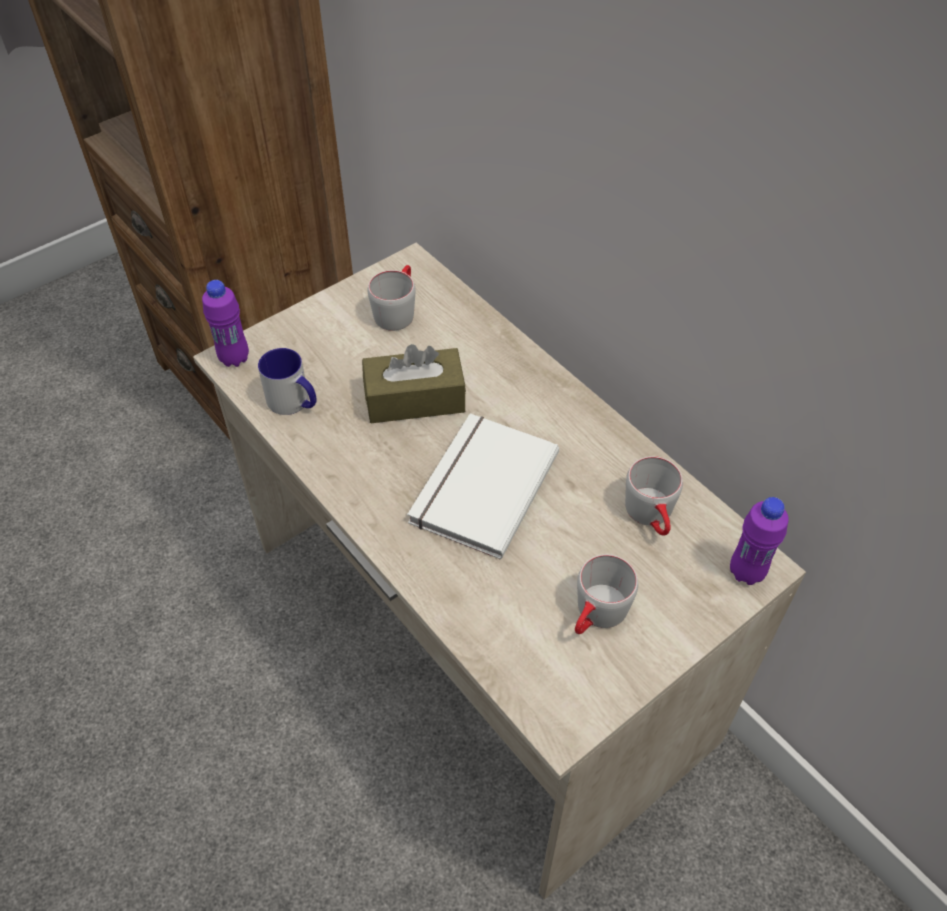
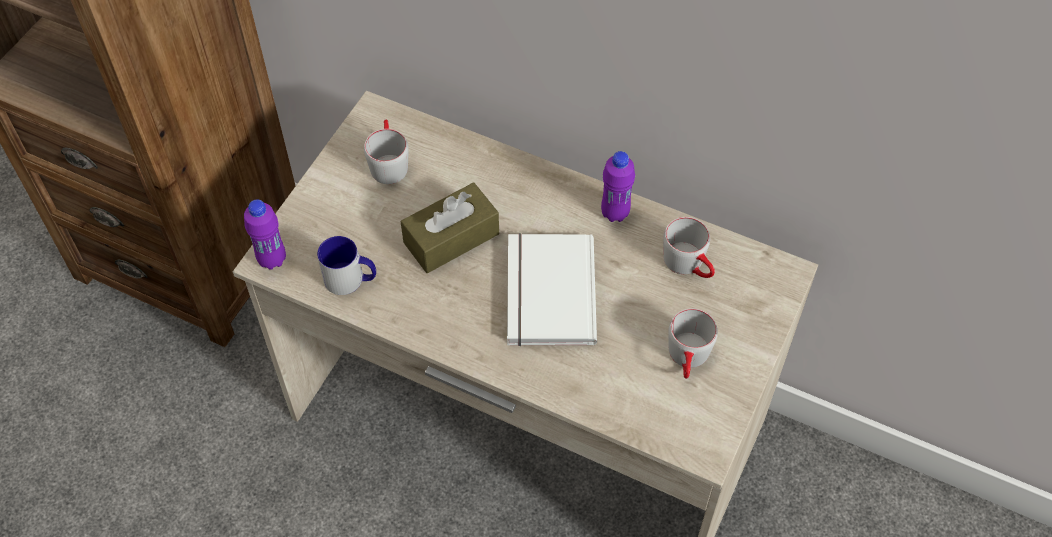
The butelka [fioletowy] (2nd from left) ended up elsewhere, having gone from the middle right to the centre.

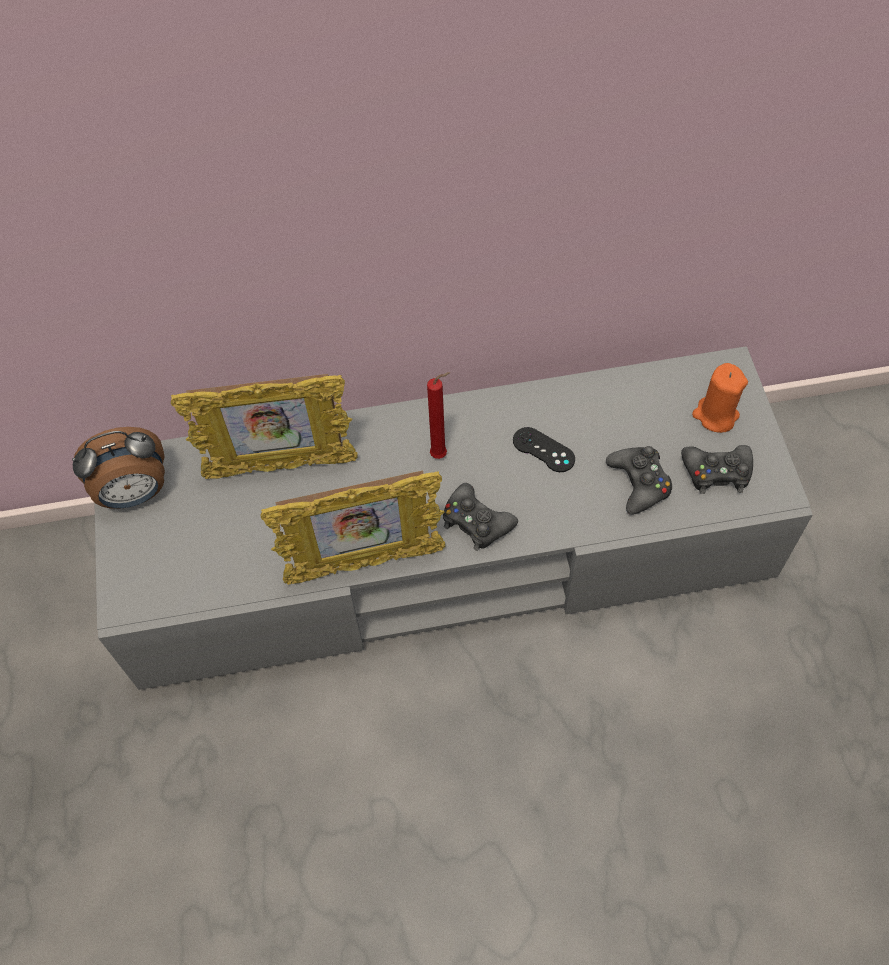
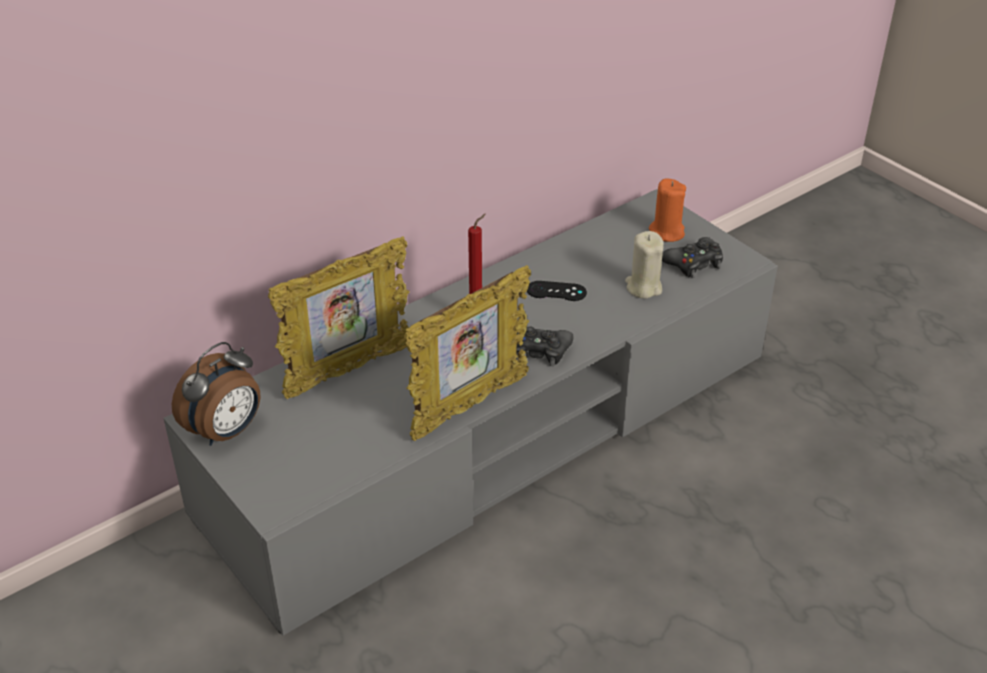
Where the pad do gier [czarny] (3rd from left) stood at the middle right, the świeca [beżowy] came to stand at the centre.

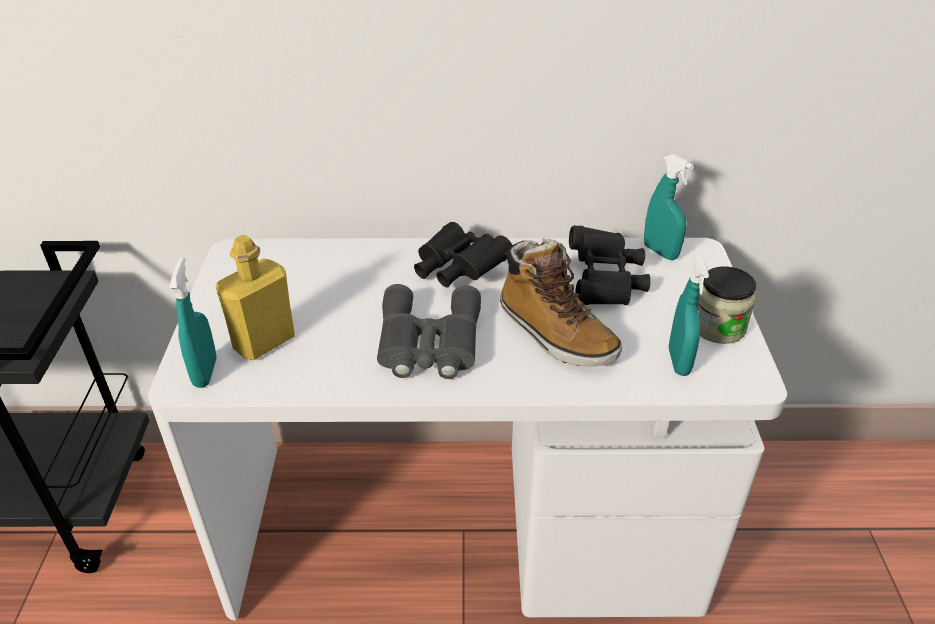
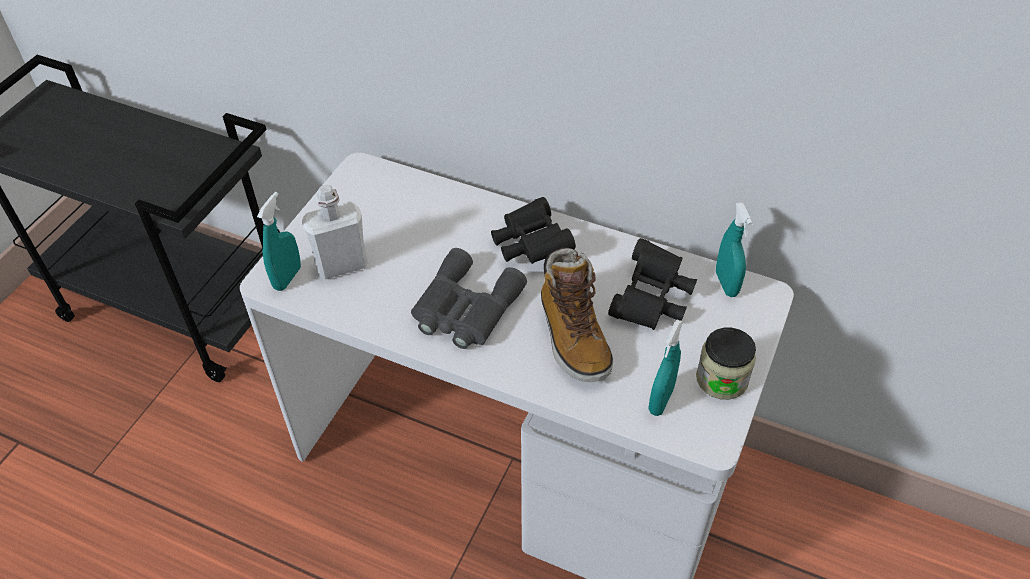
What was the butelka [żółty] at the middle left turned into the butelka [biały] at the middle left.

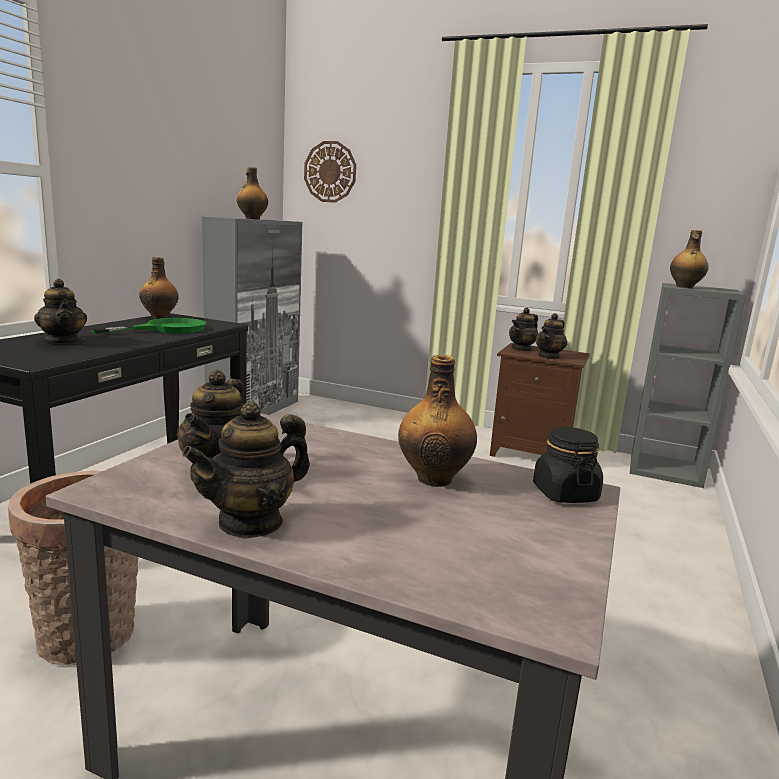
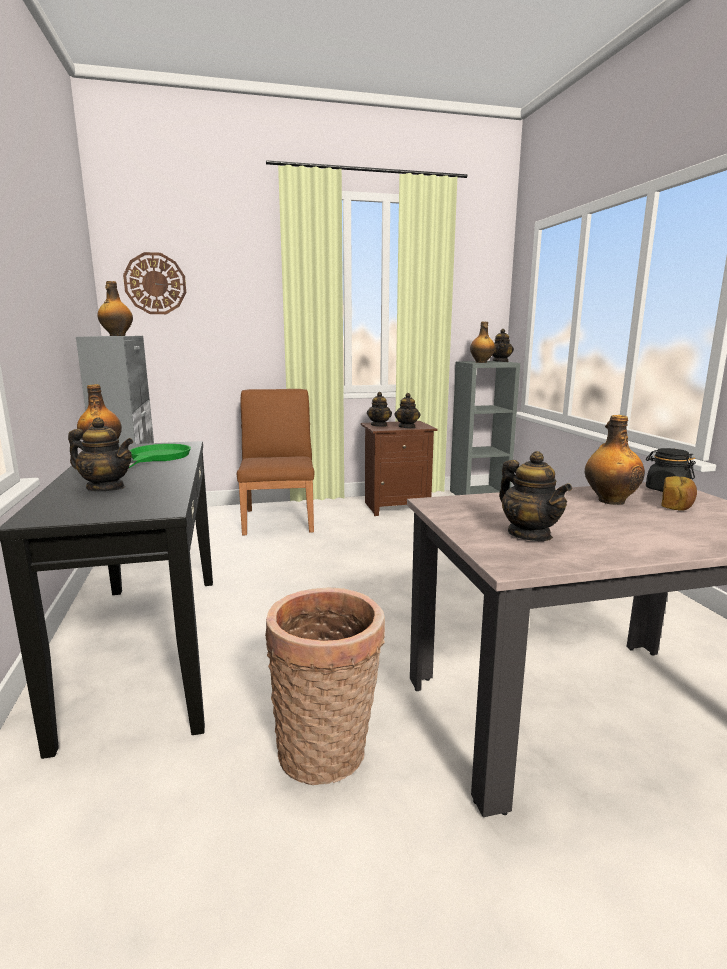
The second view gained the krzesło [brązowy] at the centre.
The second view gained the chleb at the middle right.
The imbryk (3rd from left in the first image) ended up elsewhere, having gone from the middle left to the middle right.

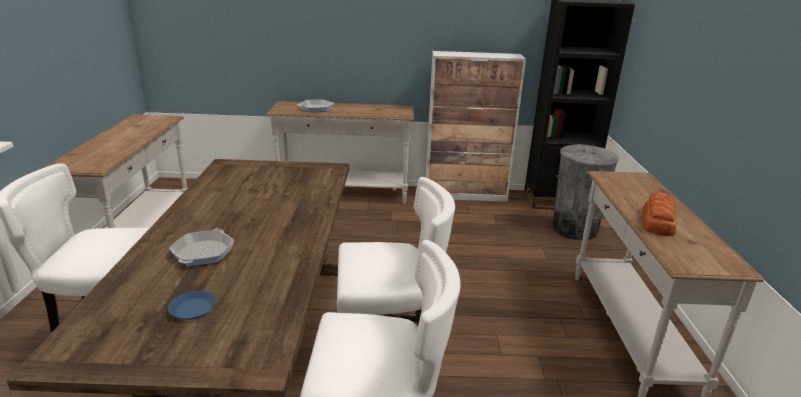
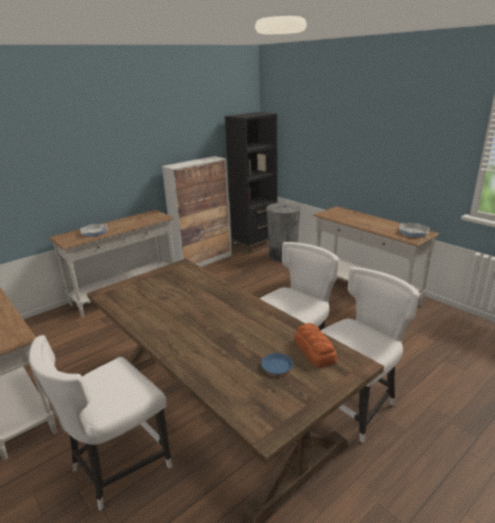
The patelnia (1st from left in the first image) ended up elsewhere, having gone from the middle left to the middle right.
The chleb ended up elsewhere, having gone from the middle right to the centre.

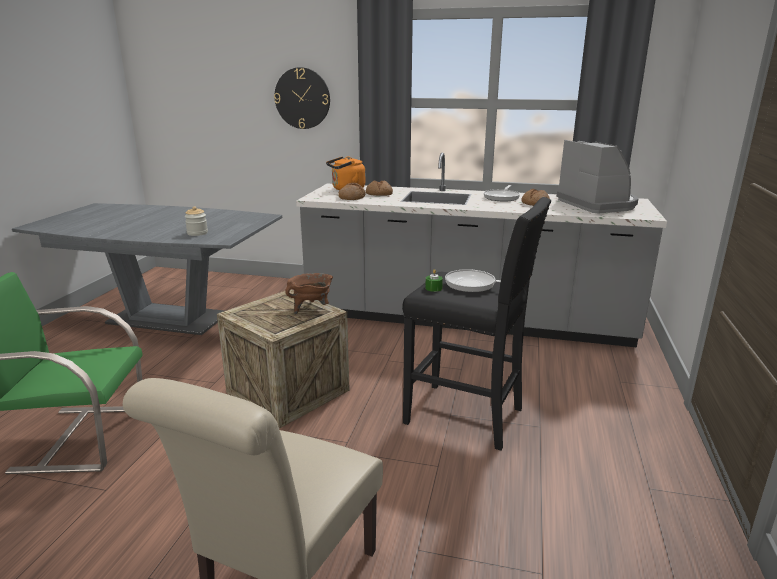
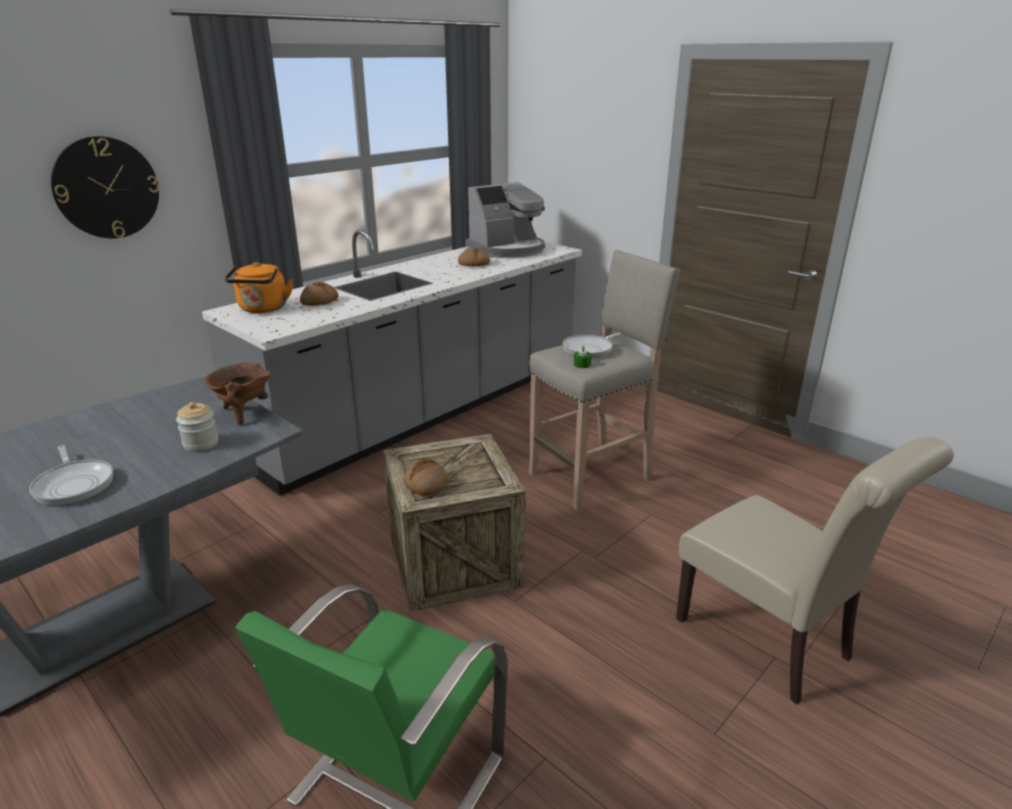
The garnek [brązowy] ended up elsewhere, having gone from the centre to the middle left.
The chleb (1st from left in the first image) ended up elsewhere, having gone from the top centre to the centre.
The patelnia (2nd from left in the first image) ended up elsewhere, having gone from the centre to the middle left.
What was the stołek [czarny] at the centre turned into the stołek [beżowy] at the centre.
The ekspres do kawy at the top right ended up facing another way, 135 degrees clockwise from before.

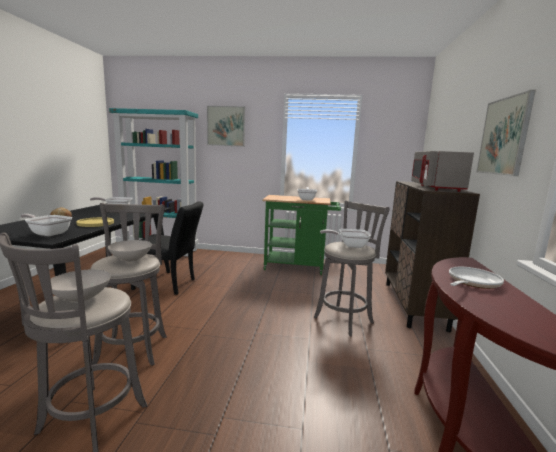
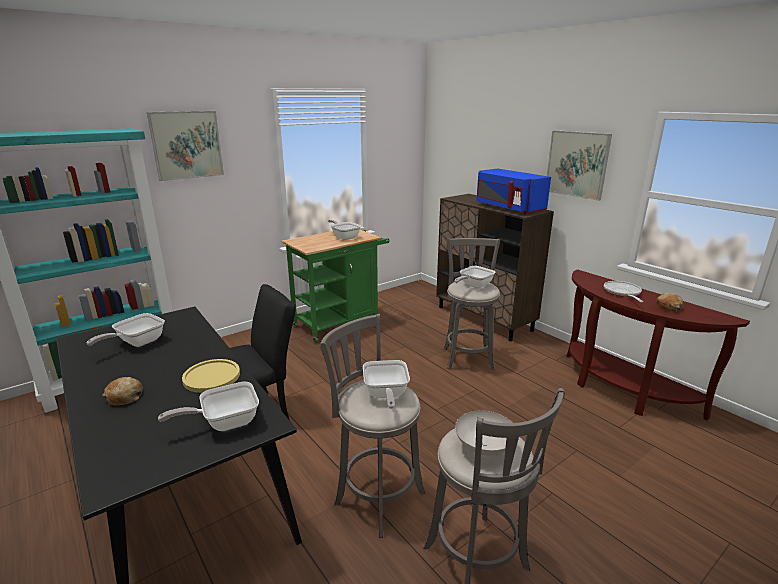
The second view gained the chleb (2nd from left) at the middle right.
Where the miska [biały] (2nd from left) stood at the middle left, the patelnia (4th from left) came to stand at the centre.
What was the mikrofalówka [szary] at the middle right turned into the mikrofalówka [niebieski] at the top centre.

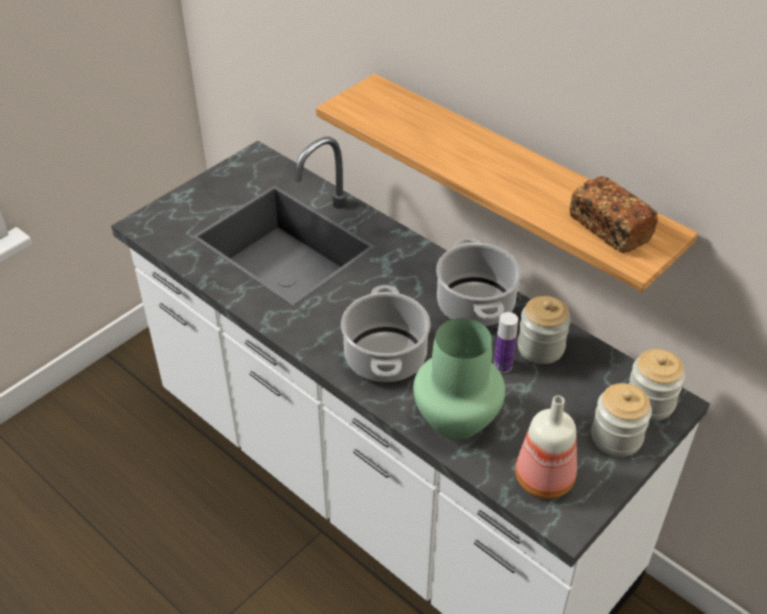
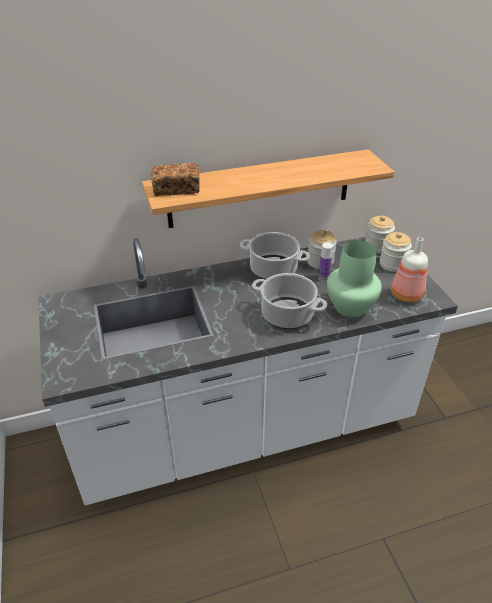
The chleb ended up elsewhere, having gone from the middle right to the top centre.

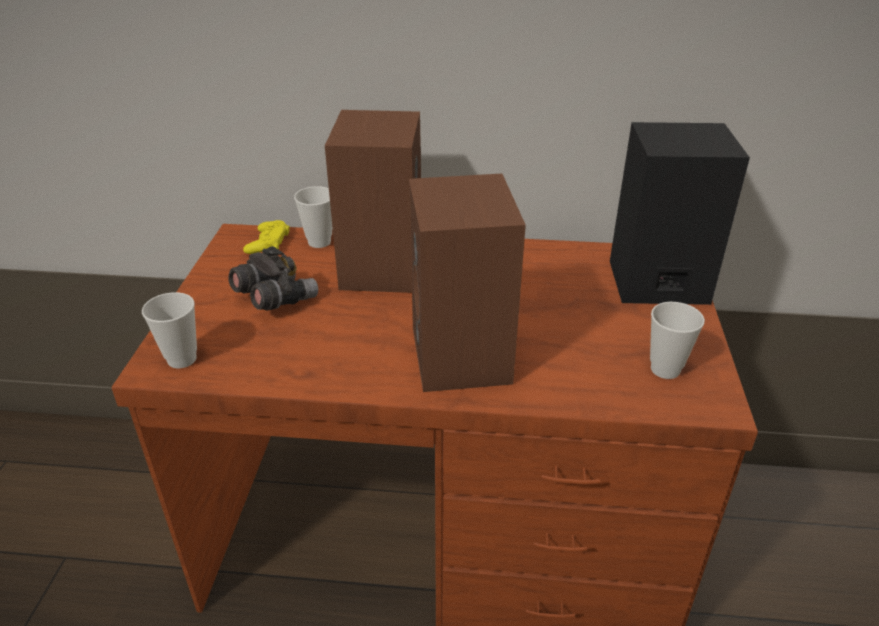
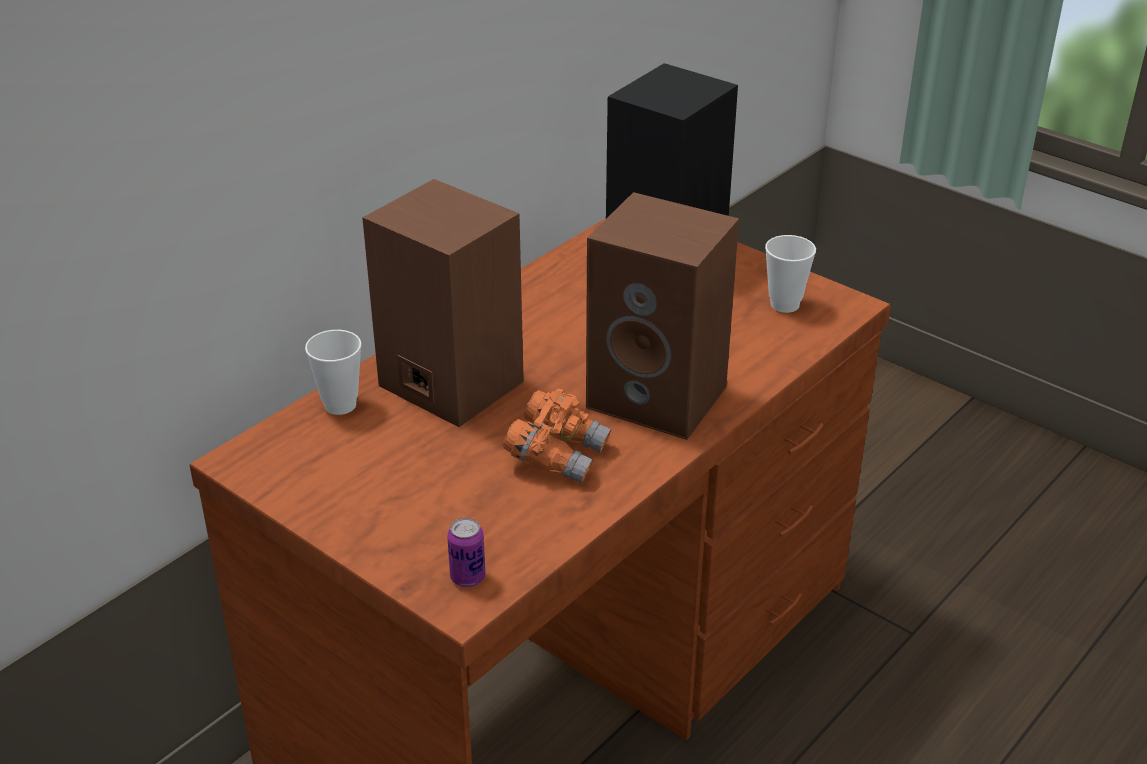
The second view lost the lornetka [szary] at the middle left.
The second view lost the pad do gier [żółty] at the middle left.
The second view gained the lornetka [pomarańczowy] at the centre.
Where the filiżanka (1st from left) stood at the middle left, the puszka came to stand at the bottom centre.

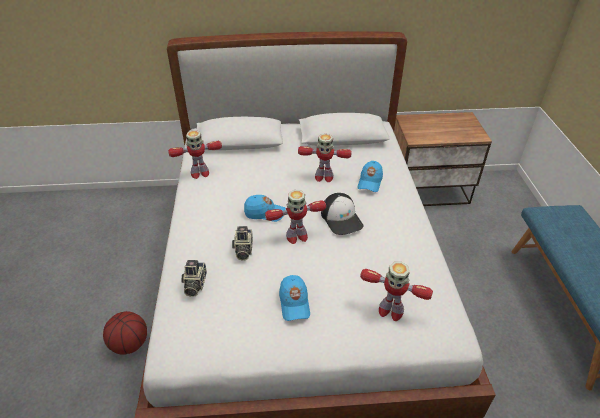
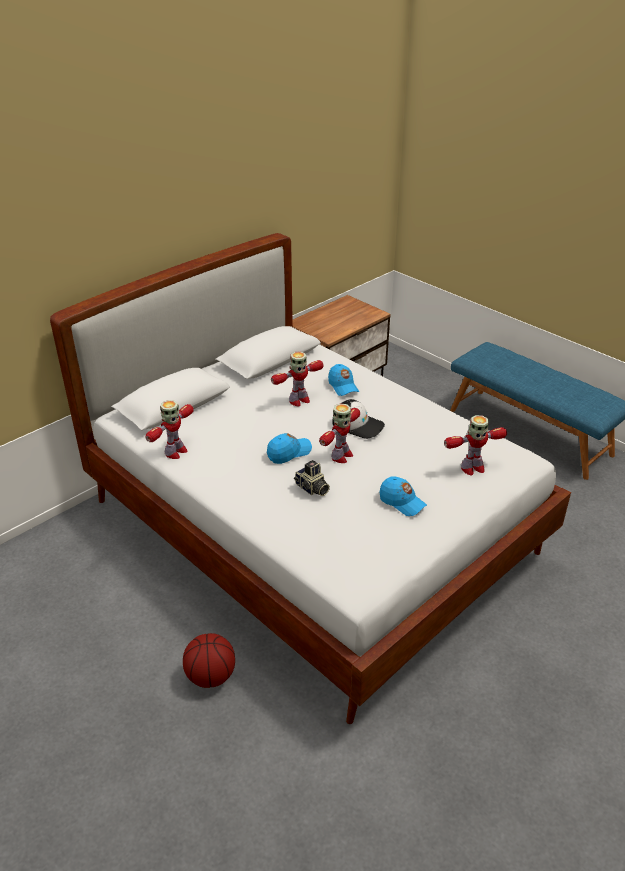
The second view lost the aparat fotograficzny (1st from left) at the middle left.

